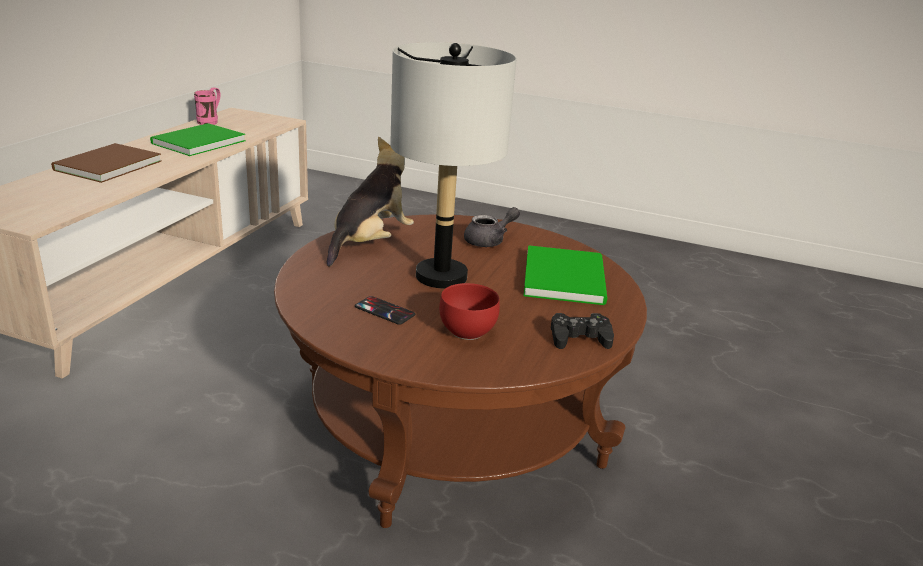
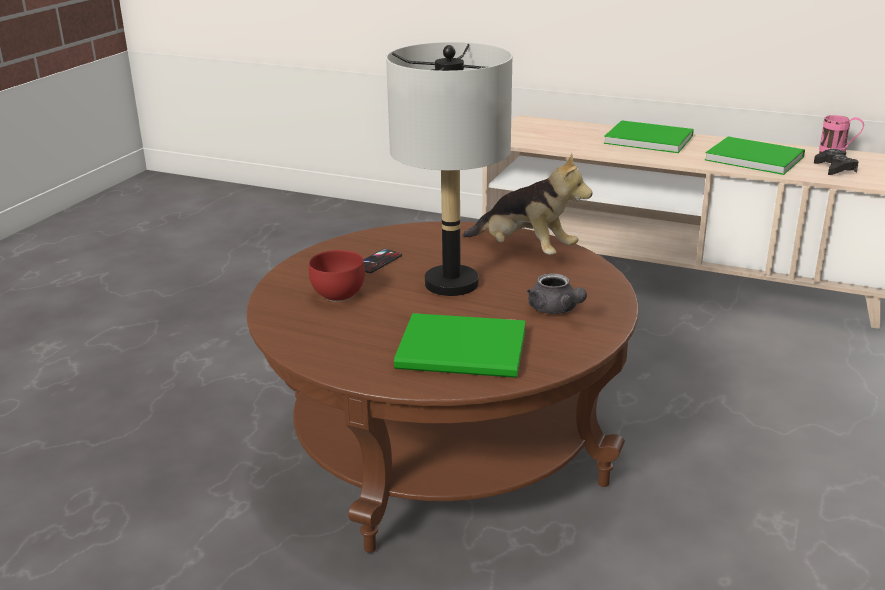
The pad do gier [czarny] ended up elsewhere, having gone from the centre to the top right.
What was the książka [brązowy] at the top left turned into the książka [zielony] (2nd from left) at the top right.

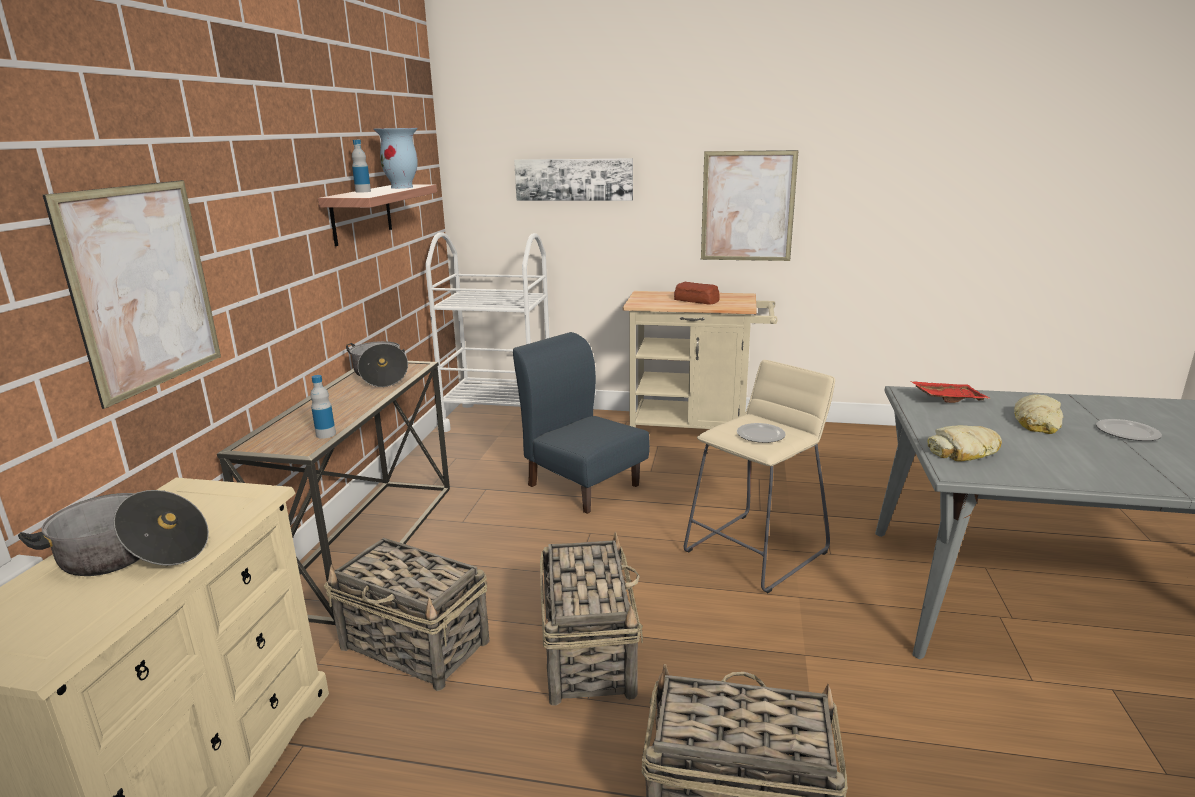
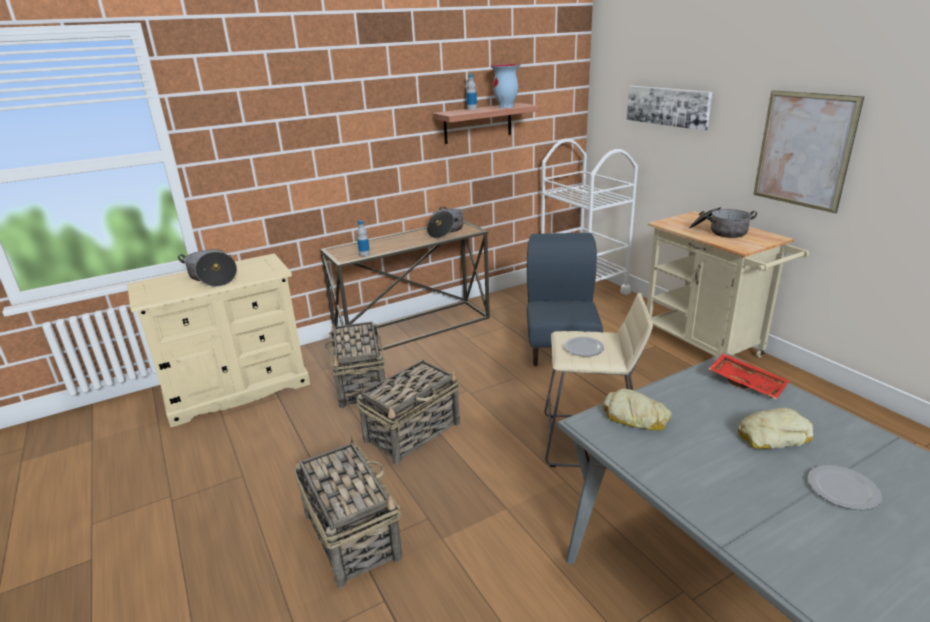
The second view lost the obraz (1st from left) at the middle left.
Where the chleb (1st from left) stood at the centre, the garnek (3rd from left) came to stand at the middle right.

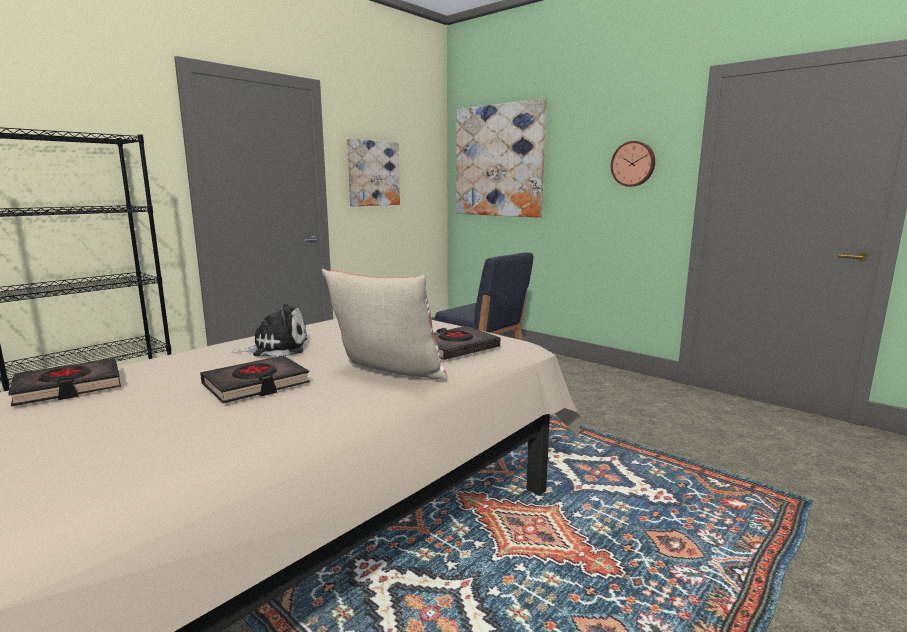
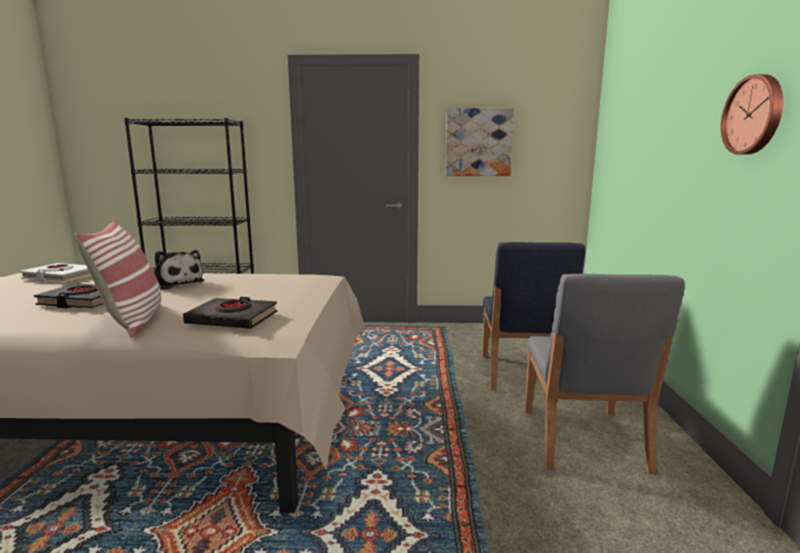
The second view lost the obraz (2nd from left) at the top centre.
The second view gained the krzesło [szary] at the bottom right.
What was the książka [czarny] (1st from left) at the middle left turned into the książka [biały] at the middle left.

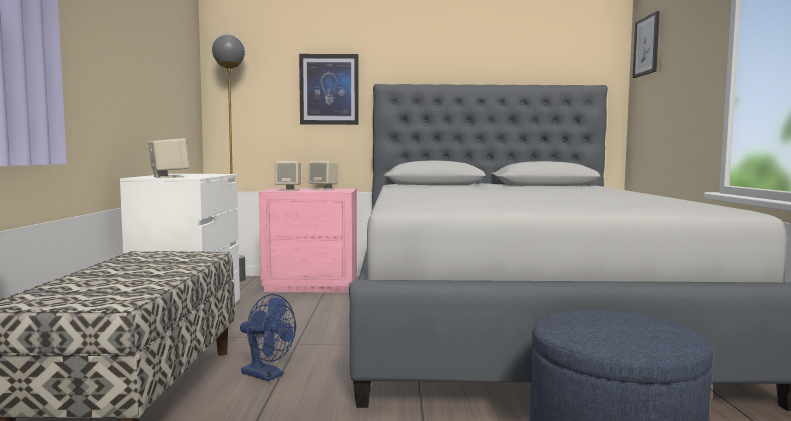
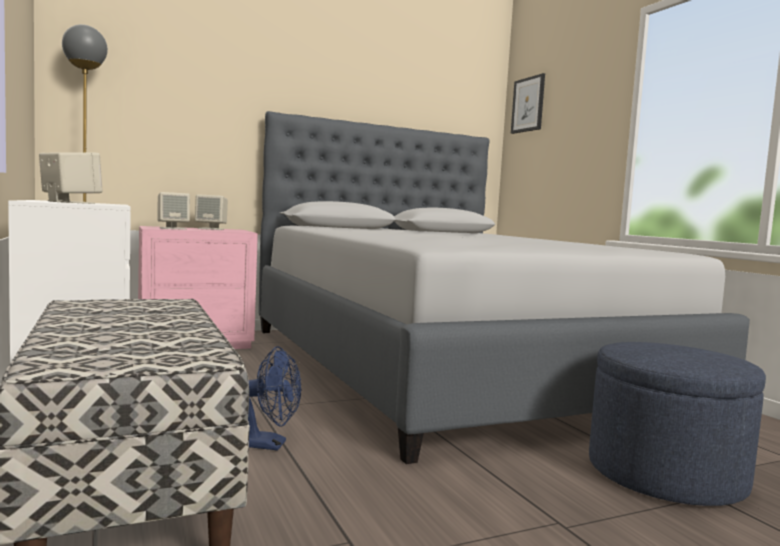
The second view lost the obraz (1st from left) at the top centre.

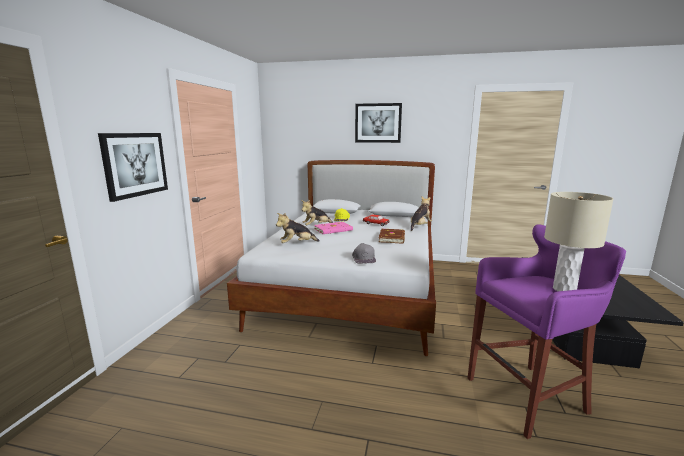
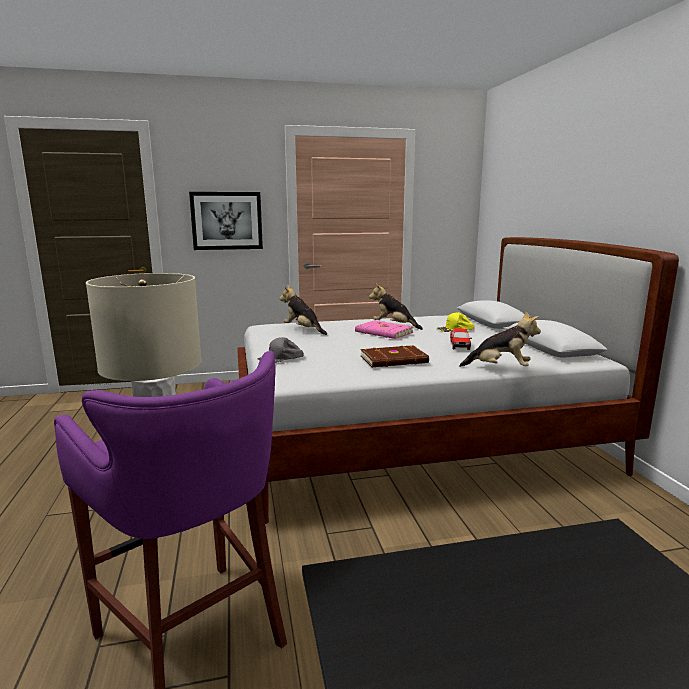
The second view lost the obraz (2nd from left) at the top centre.

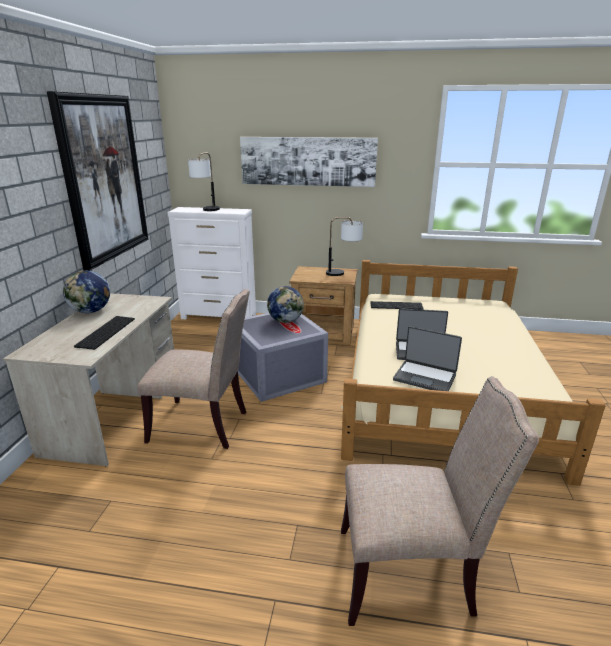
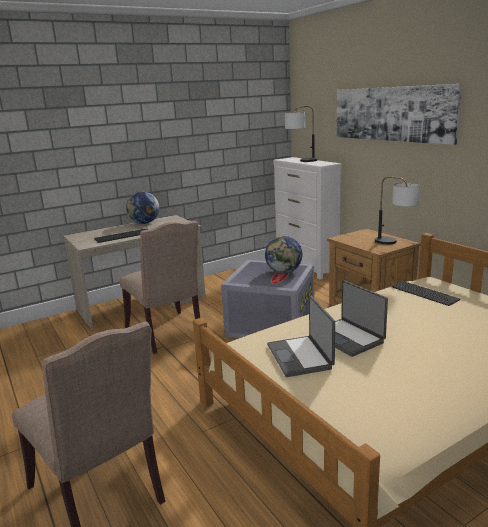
The second view lost the obraz (1st from left) at the top left.

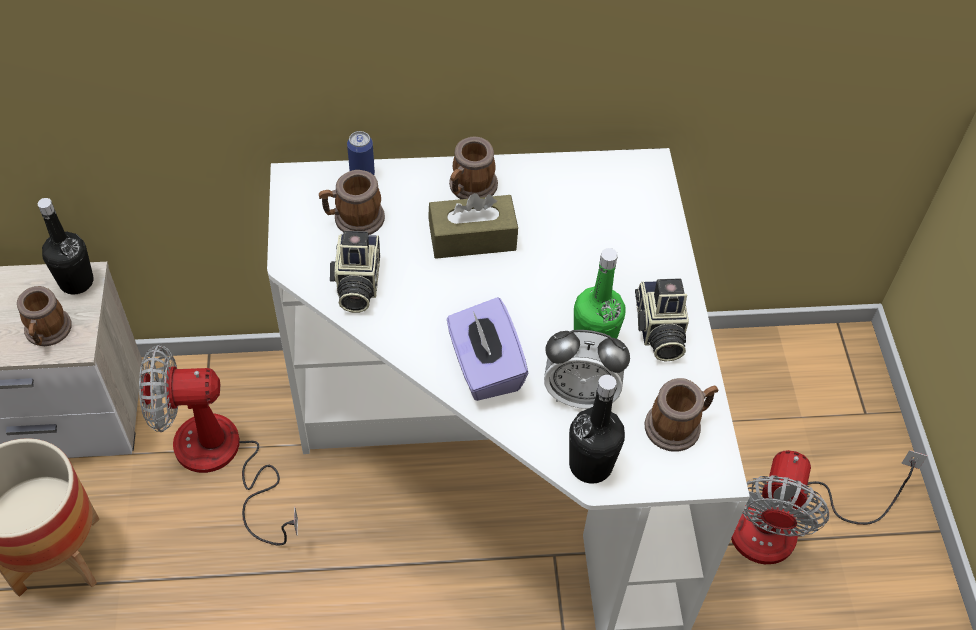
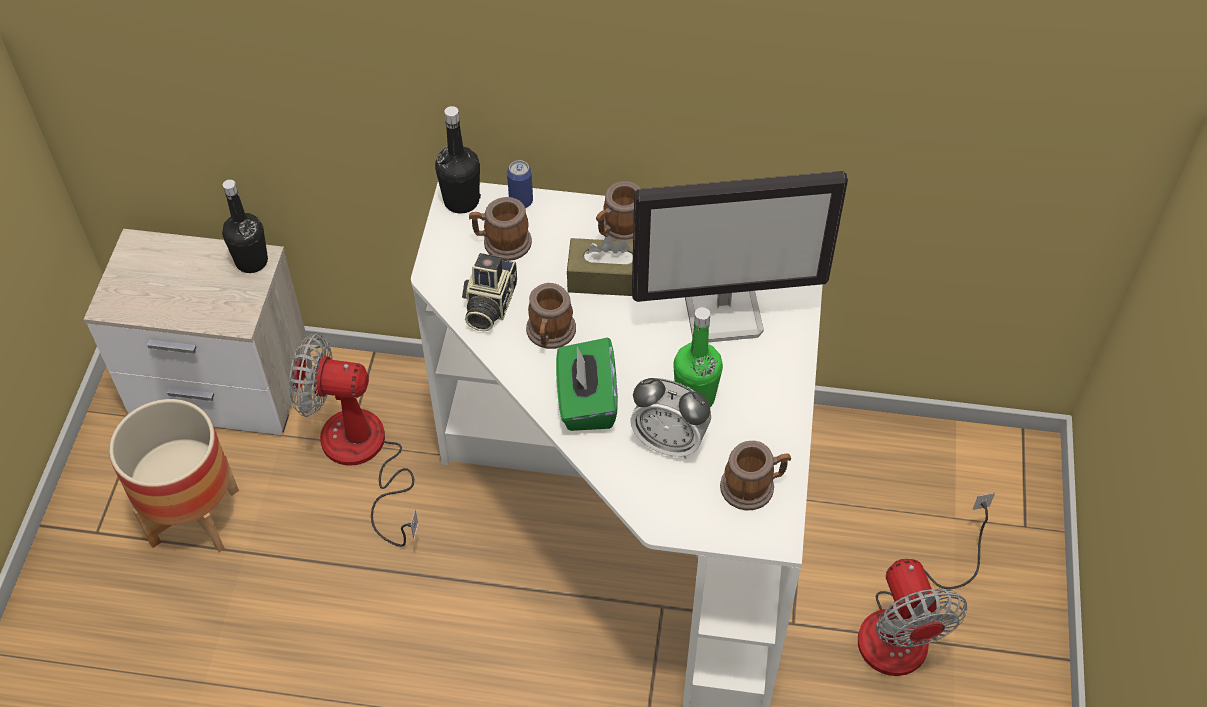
The second view lost the aparat fotograficzny (2nd from left) at the middle right.
The second view gained the monitor at the centre.
The kubek (1st from left in the first image) ended up elsewhere, having gone from the middle left to the centre.
The butelka [czarny] (2nd from left) ended up elsewhere, having gone from the bottom centre to the top centre.
What was the pudełko chusteczek [fioletowy] at the centre turned into the pudełko chusteczek [zielony] at the centre.
The wentylator (2nd from left) at the bottom right ended up facing another way, 45 degrees counterclockwise from before.

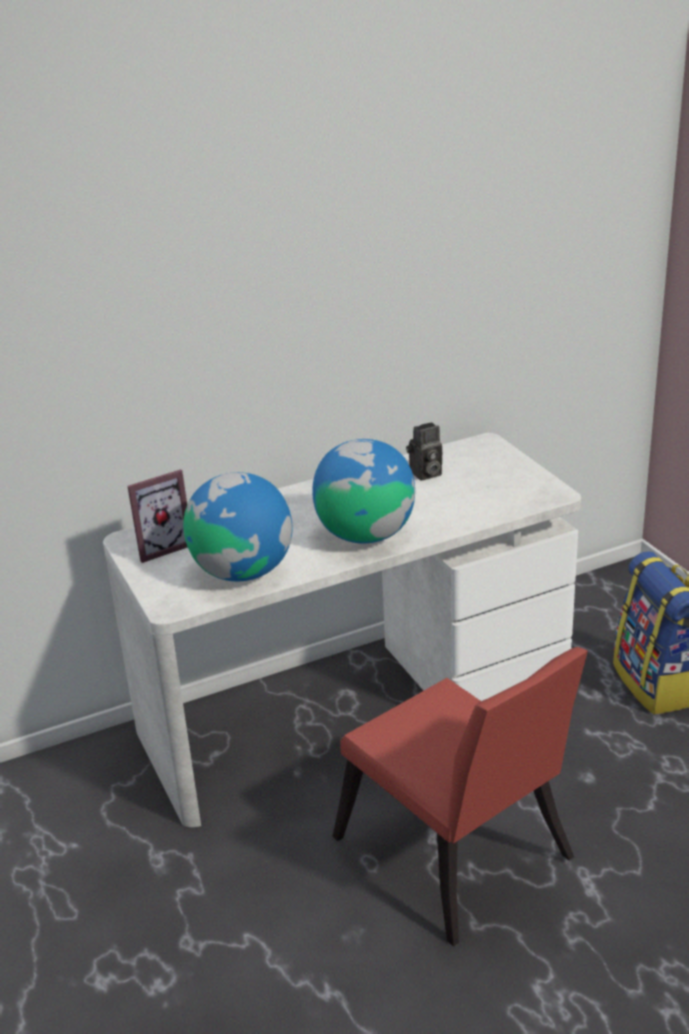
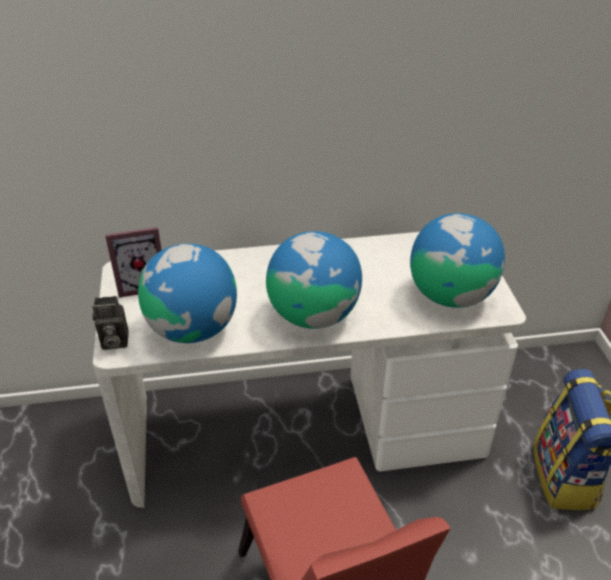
The second view gained the globus (3rd from left) at the middle right.
The aparat fotograficzny ended up elsewhere, having gone from the centre to the middle left.

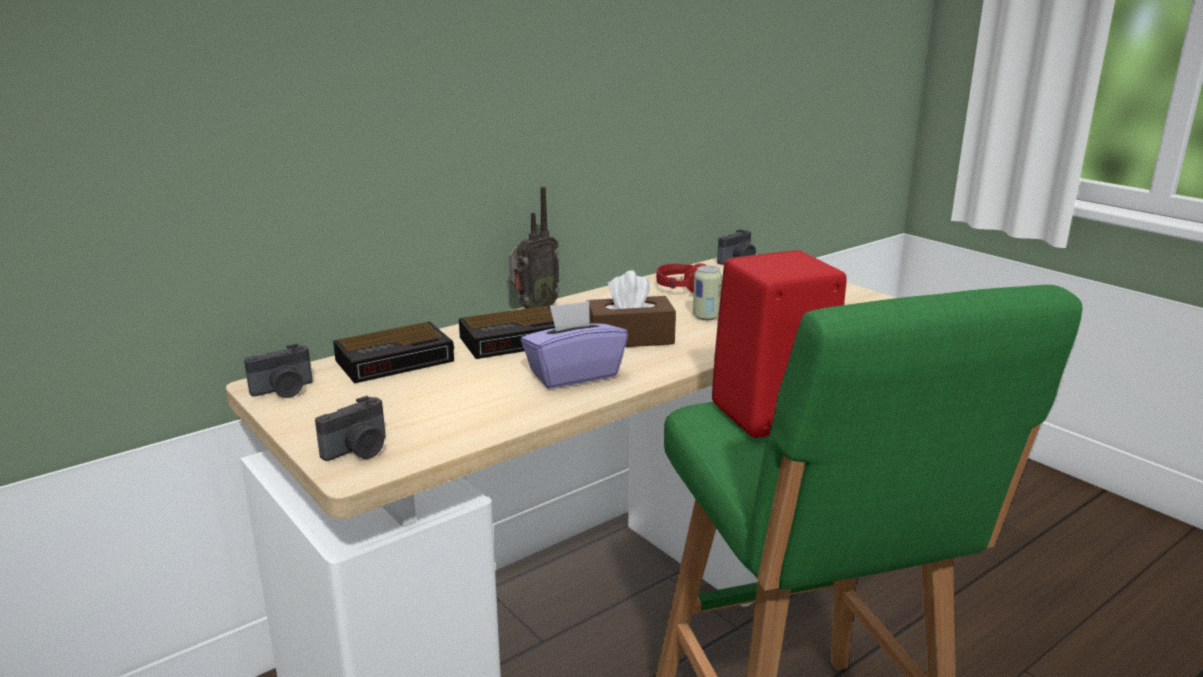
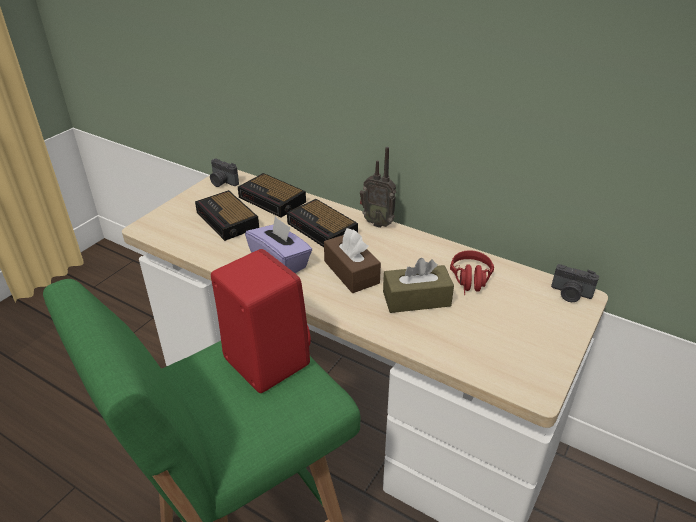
The second view lost the aparat fotograficzny (2nd from left) at the middle left.
The second view gained the budzik (1st from left) at the middle left.
Where the puszka stood at the centre, the pudełko chusteczek [brązowy] (2nd from left) came to stand at the centre.

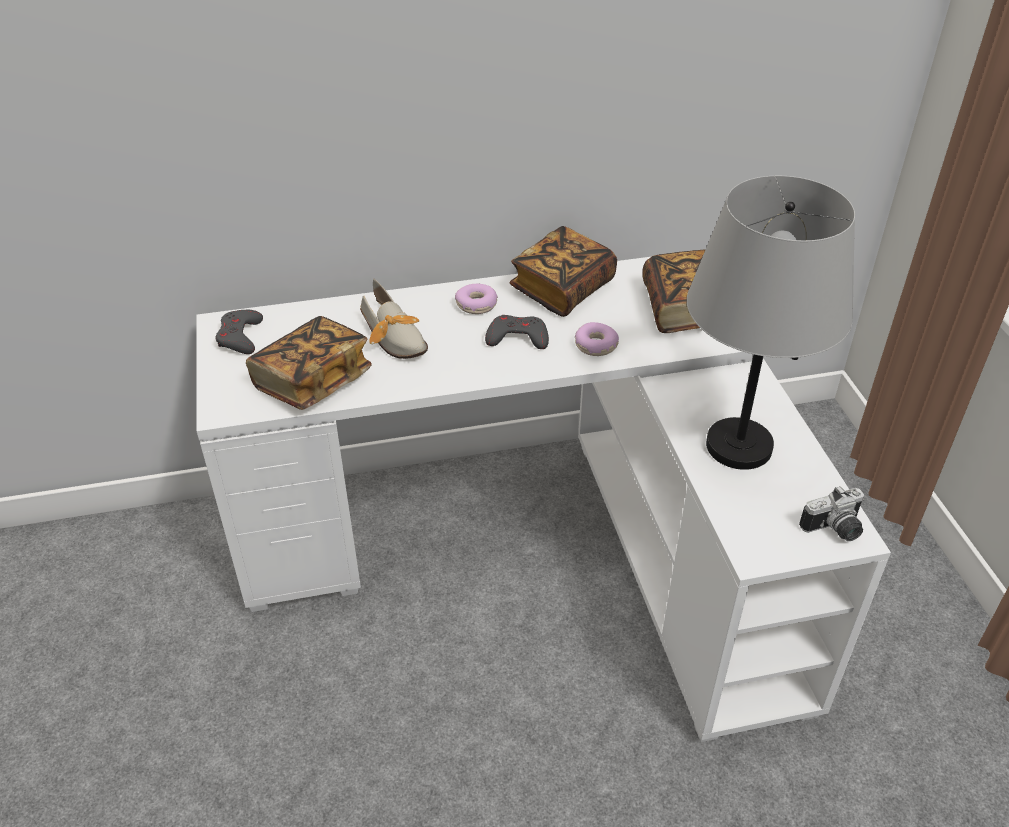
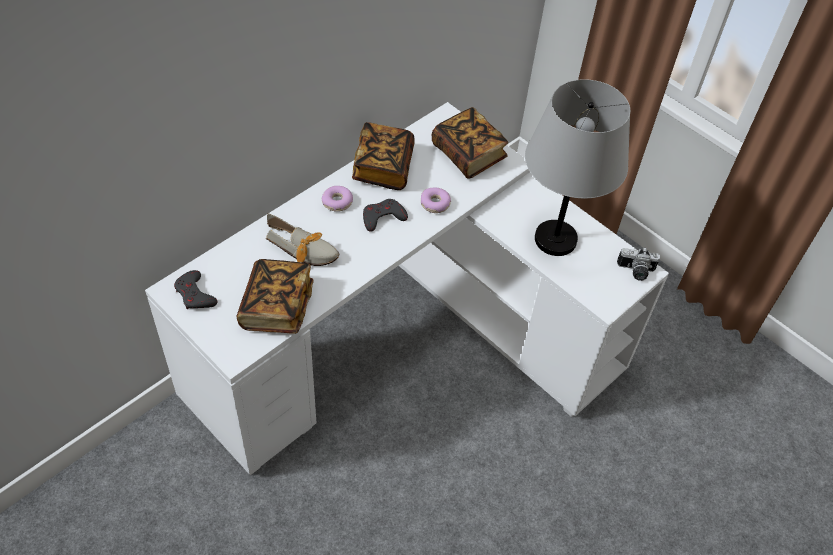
The aparat fotograficzny at the middle right ended up facing another way, 60 degrees clockwise from before.

